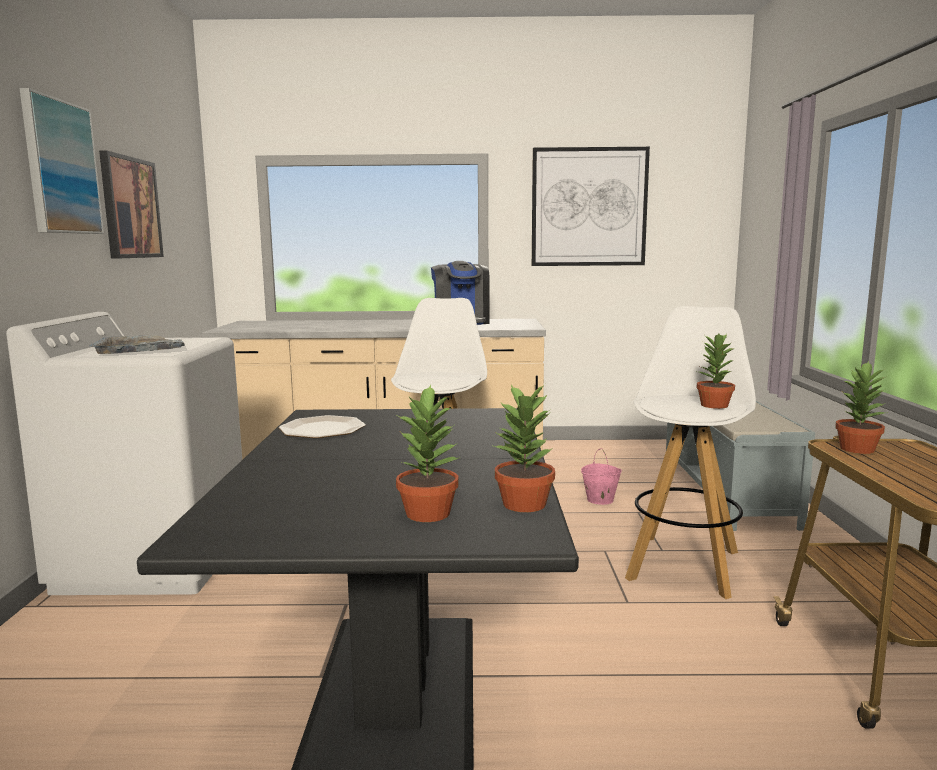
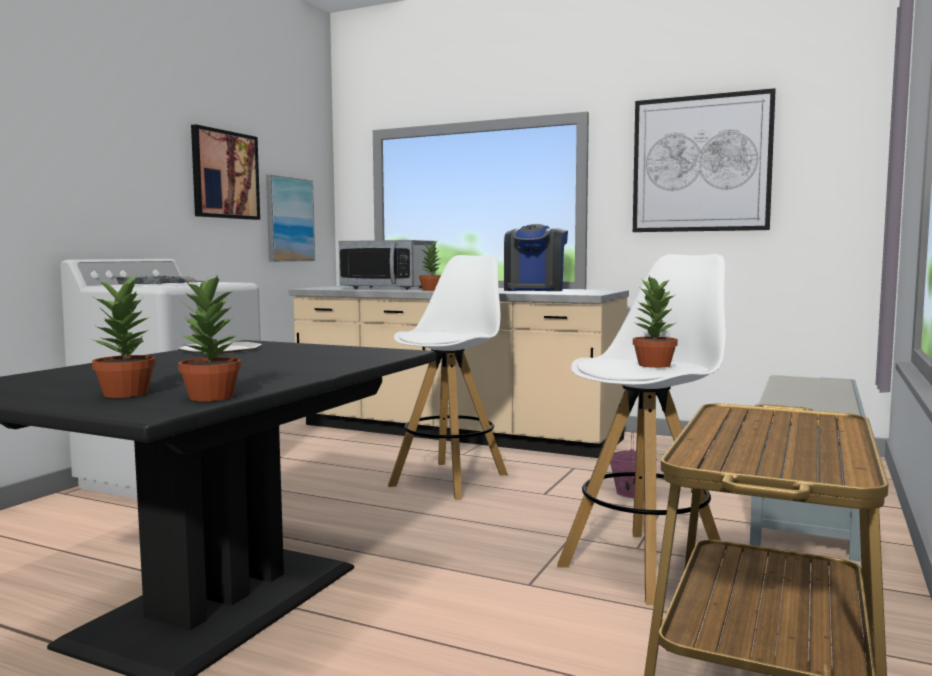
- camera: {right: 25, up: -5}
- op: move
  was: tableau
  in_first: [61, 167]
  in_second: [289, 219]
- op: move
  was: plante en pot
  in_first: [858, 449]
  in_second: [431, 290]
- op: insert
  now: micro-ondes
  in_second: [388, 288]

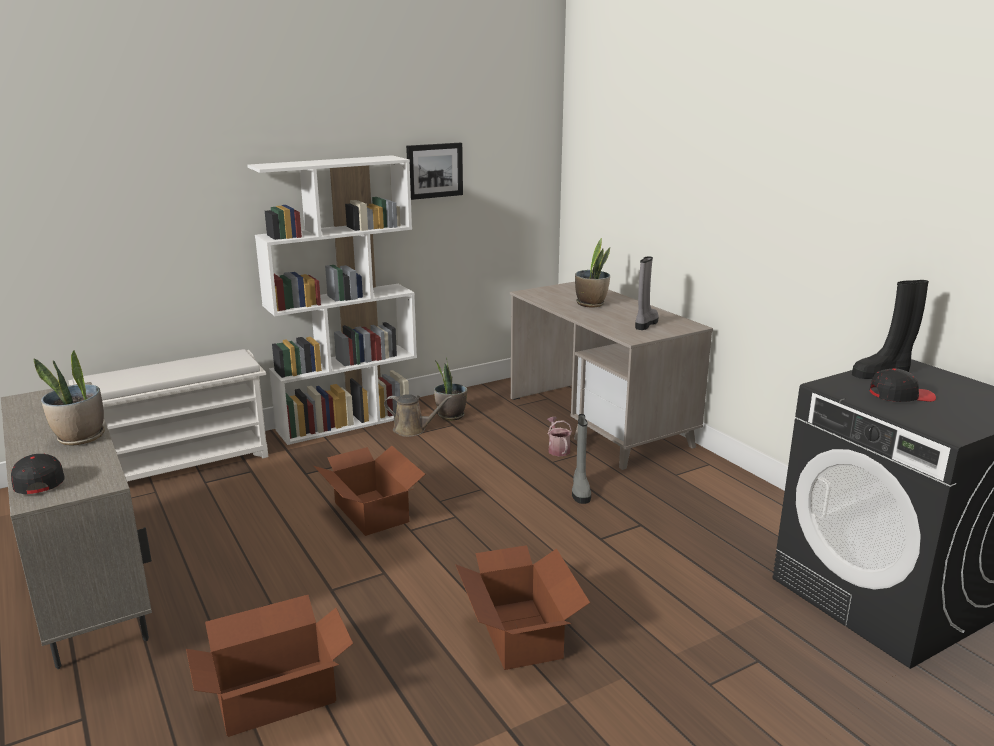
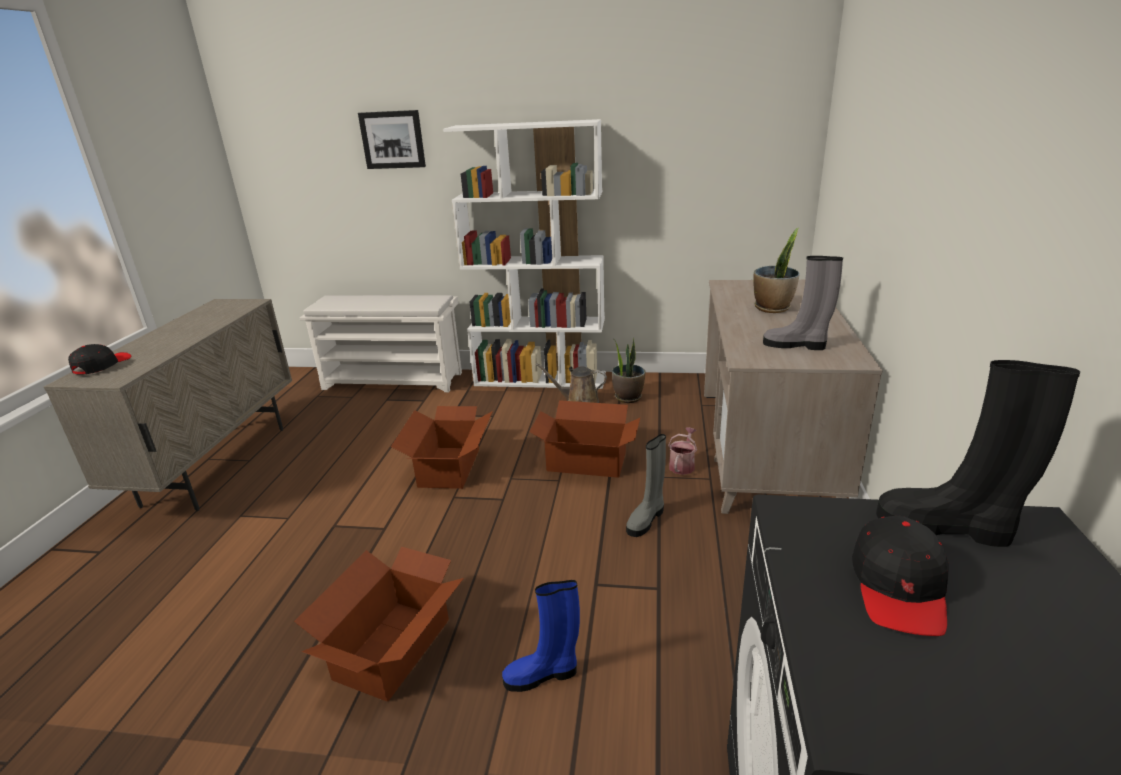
- camera: {right: 40, up: 5}
- op: delete
  was: plante en pot
  in_first: [80, 438]
- op: move
  was: carton
  in_first: [274, 696]
  in_second: [586, 461]
- op: rotate
  was: arrosoir (marron)
  in_first: [412, 430]
  in_second: [578, 401]
  clockwise: 135
- op: move
  was: tableau
  in_first: [434, 170]
  in_second: [393, 139]
- op: rotate
  was: botte (gris)
  in_first: [645, 324]
  in_second: [796, 345]
  clockwise: -135
- op: rotate
  was: casquette (noir)
  in_first: [900, 396]
  in_second: [899, 587]
  clockwise: 75
- op: insert
  now: botte (bleu)
  in_second: [543, 675]

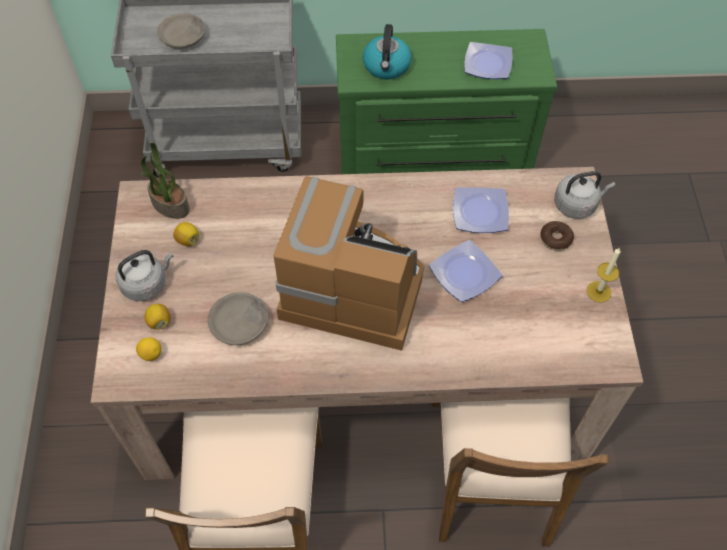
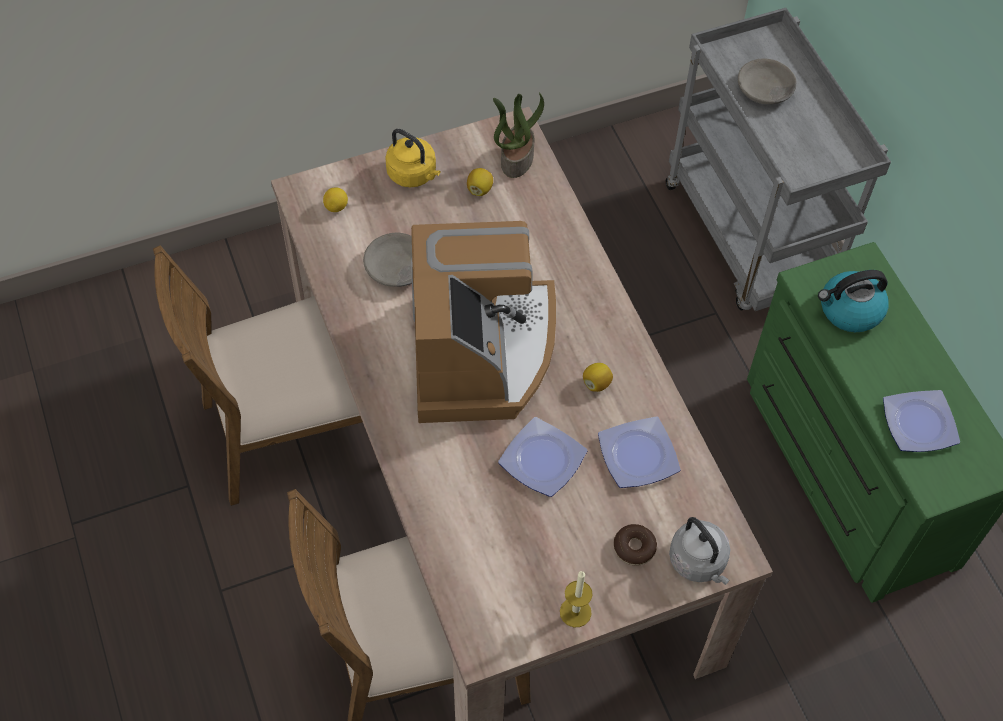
- camera: {right: 70, up: 0}
- op: recolor
  was: bouilloire (gris)
  now: bouilloire (jaune)
  in_first: [146, 284]
  in_second: [413, 174]
- op: move
  was: citron
  in_first: [159, 322]
  in_second: [596, 383]

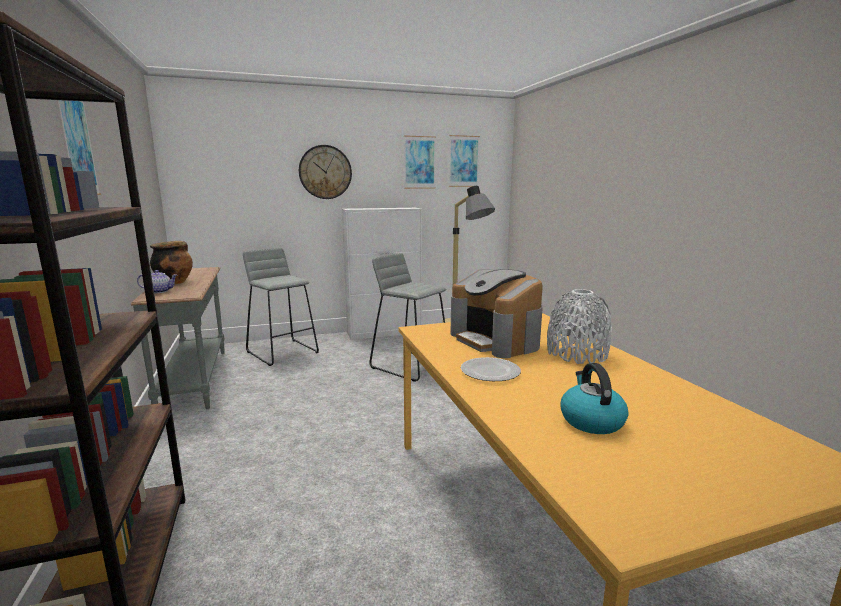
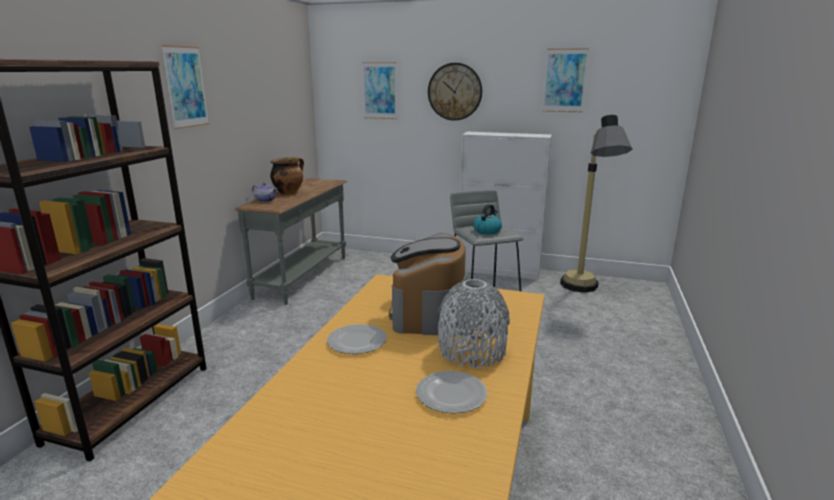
- camera: {right: 35, up: 5}
- op: delete
  was: tabouret (gris)
  in_first: [283, 352]
- op: move
  was: tableau
  in_first: [464, 161]
  in_second: [379, 90]
- op: move
  was: bouilloire
  in_first: [591, 420]
  in_second: [487, 230]
- op: insert
  now: assiette
  in_second: [450, 394]

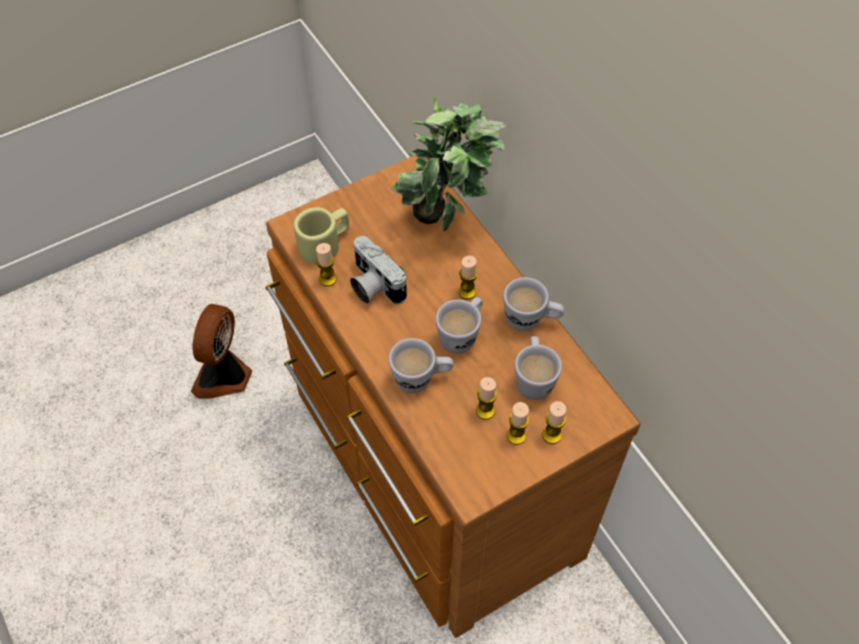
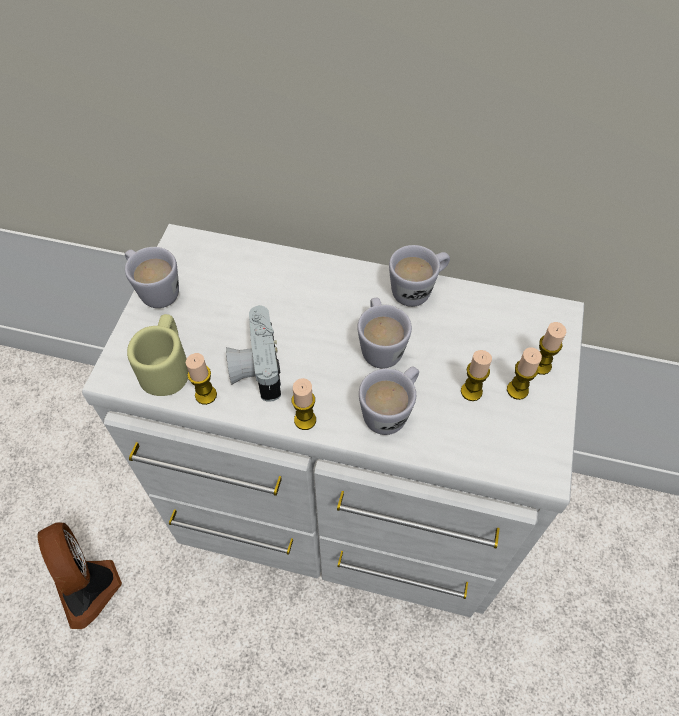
- camera: {right: -45, up: 0}
- op: recolor
  was: commode (marron)
  now: commode (blanc)
  in_first: [432, 474]
  in_second: [342, 510]
- op: rotate
  was: appareil photo
  in_first: [373, 285]
  in_second: [255, 366]
  clockwise: 75
- op: delete
  was: plante en pot
  in_first: [446, 224]
- op: move
  was: bougie
  in_first: [467, 292]
  in_second: [305, 420]
- op: move
  was: mug (blanc)
  in_first: [533, 378]
  in_second: [155, 290]

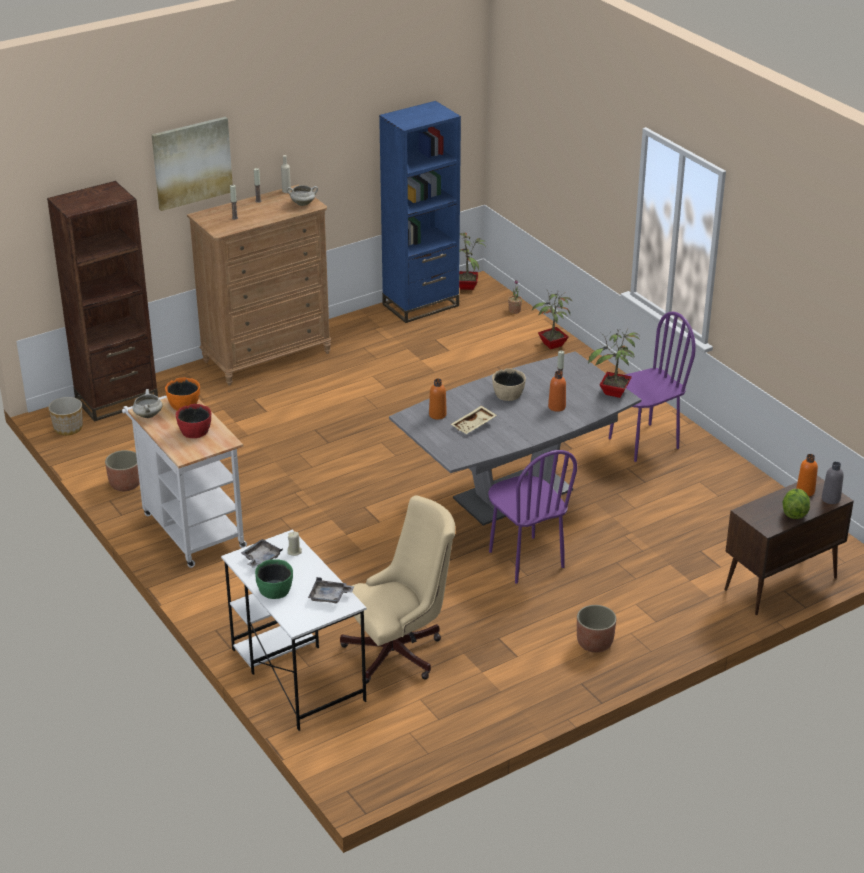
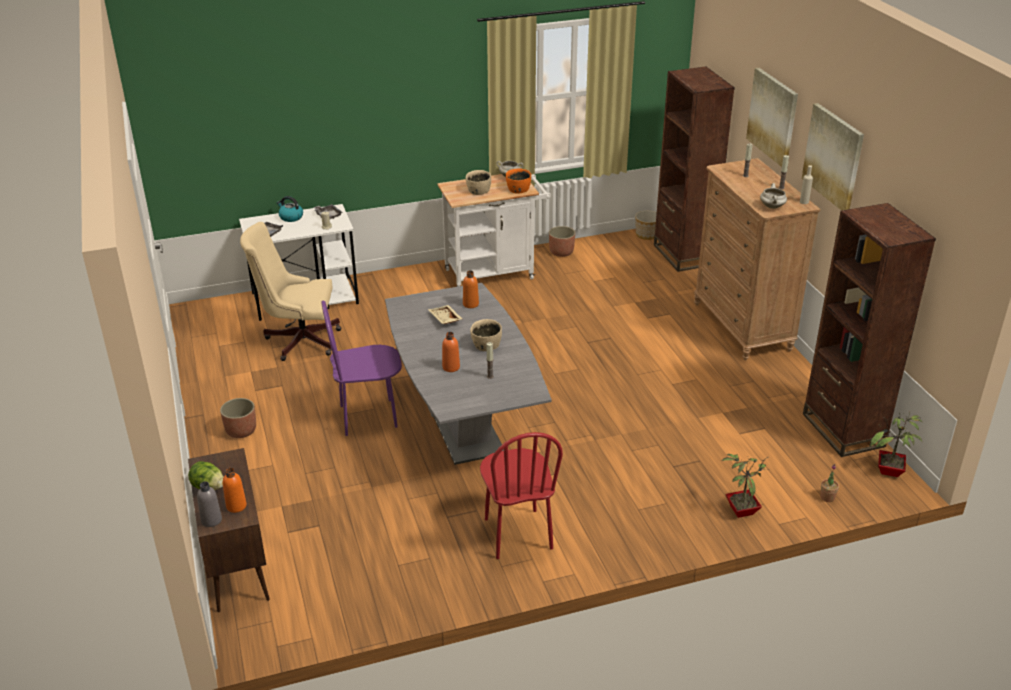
- camera: {right: 105, up: 0}
- op: recolor
  was: bol (rouge)
  now: bol (beige)
  in_first: [195, 431]
  in_second: [478, 191]
- op: replace
  was: bol (vert)
  now: bouilloire
  in_first: [275, 590]
  in_second: [290, 217]
- op: rotate
  was: chaise de bureau (beige)
  in_first: [400, 652]
  in_second: [298, 340]
  clockwise: 105
- op: recolor
  was: bibliothèque (bleu)
  now: bibliothèque (marron)
  in_first: [421, 305]
  in_second: [843, 430]
- op: delete
  was: plante en pot
  in_first: [614, 393]
- op: recolor
  was: chaise (violet)
  now: chaise (rouge)
  in_first: [643, 443]
  in_second: [517, 534]
- op: insert
  now: tableau
  in_second: [833, 157]

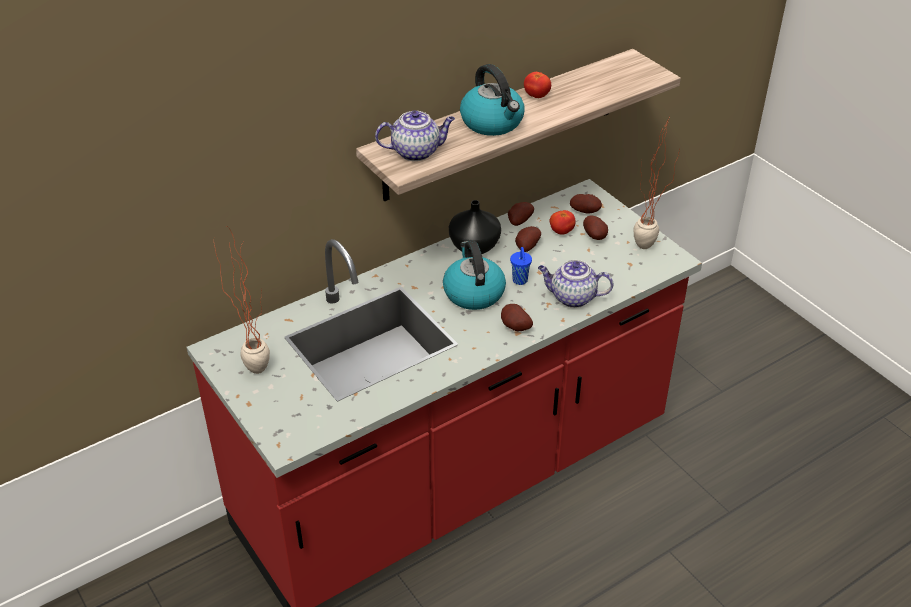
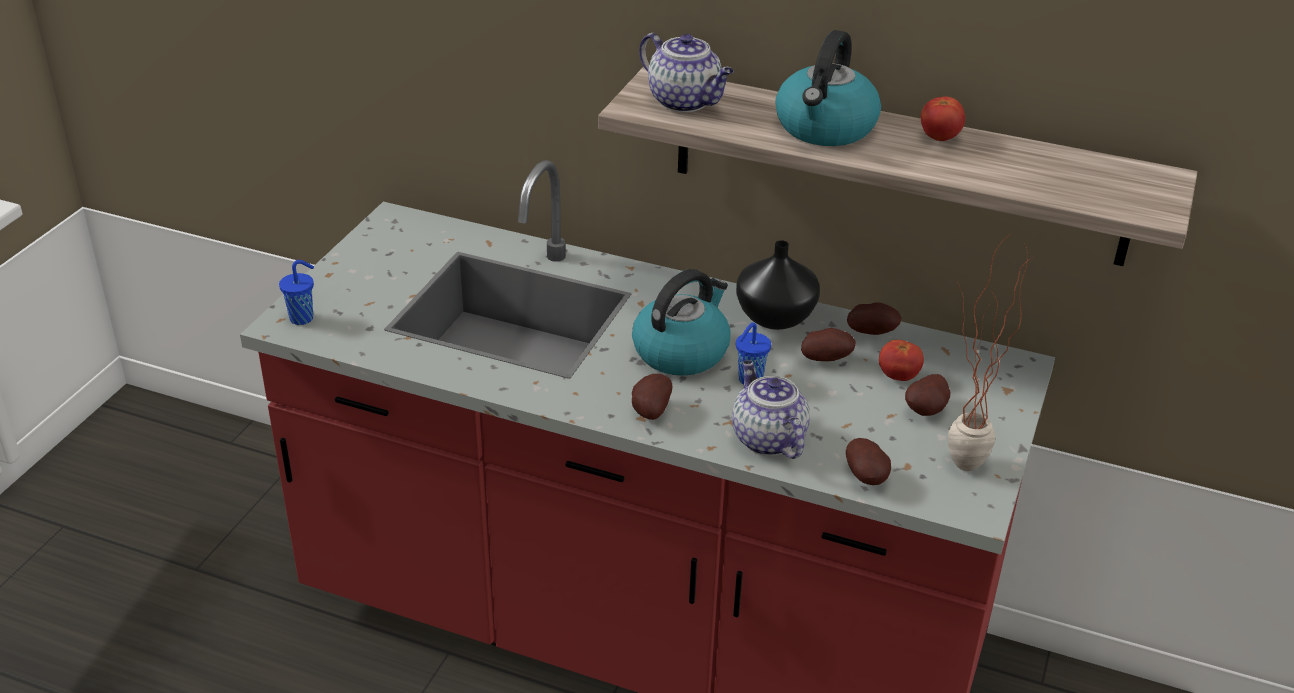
- camera: {right: 55, up: -5}
- op: delete
  was: plante en pot
  in_first: [254, 364]
- op: move
  was: pomme de terre
  in_first: [586, 211]
  in_second: [867, 478]
- op: insert
  now: tasse (bleu)
  in_second: [303, 318]

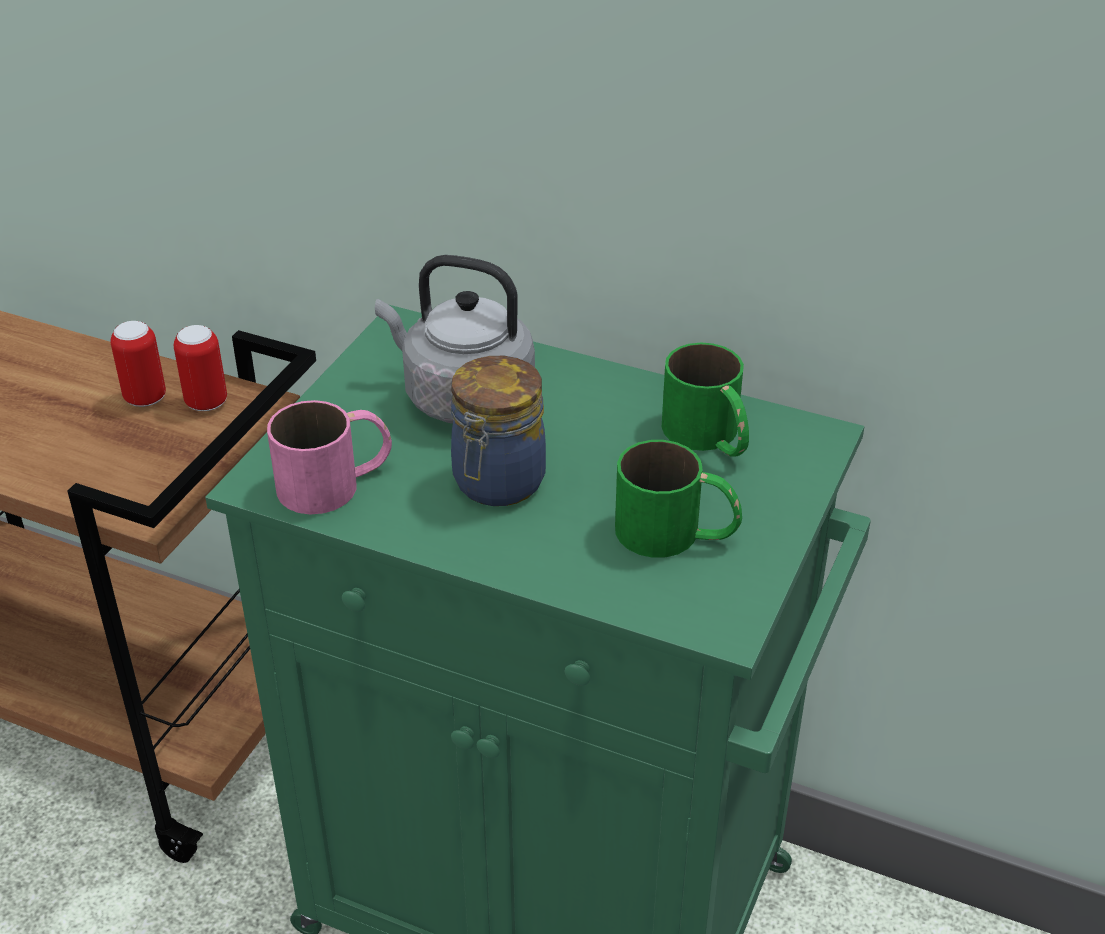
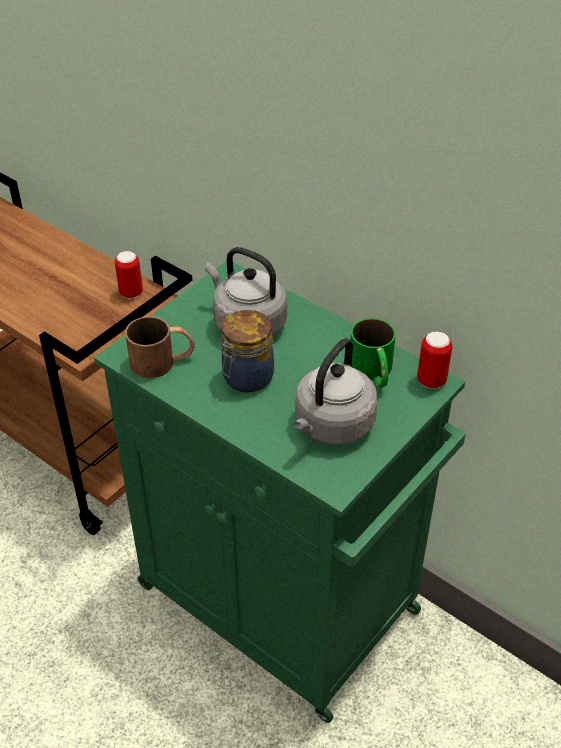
- camera: {right: 15, up: 5}
- op: move
  was: boîte métallique
  in_first: [145, 398]
  in_second: [431, 381]
- op: recolor
  was: mug (rose)
  now: mug (marron)
  in_first: [336, 482]
  in_second: [163, 361]
- op: replace
  was: mug (vert)
  now: bouilloire (gris)
  in_first: [677, 533]
  in_second: [332, 426]

